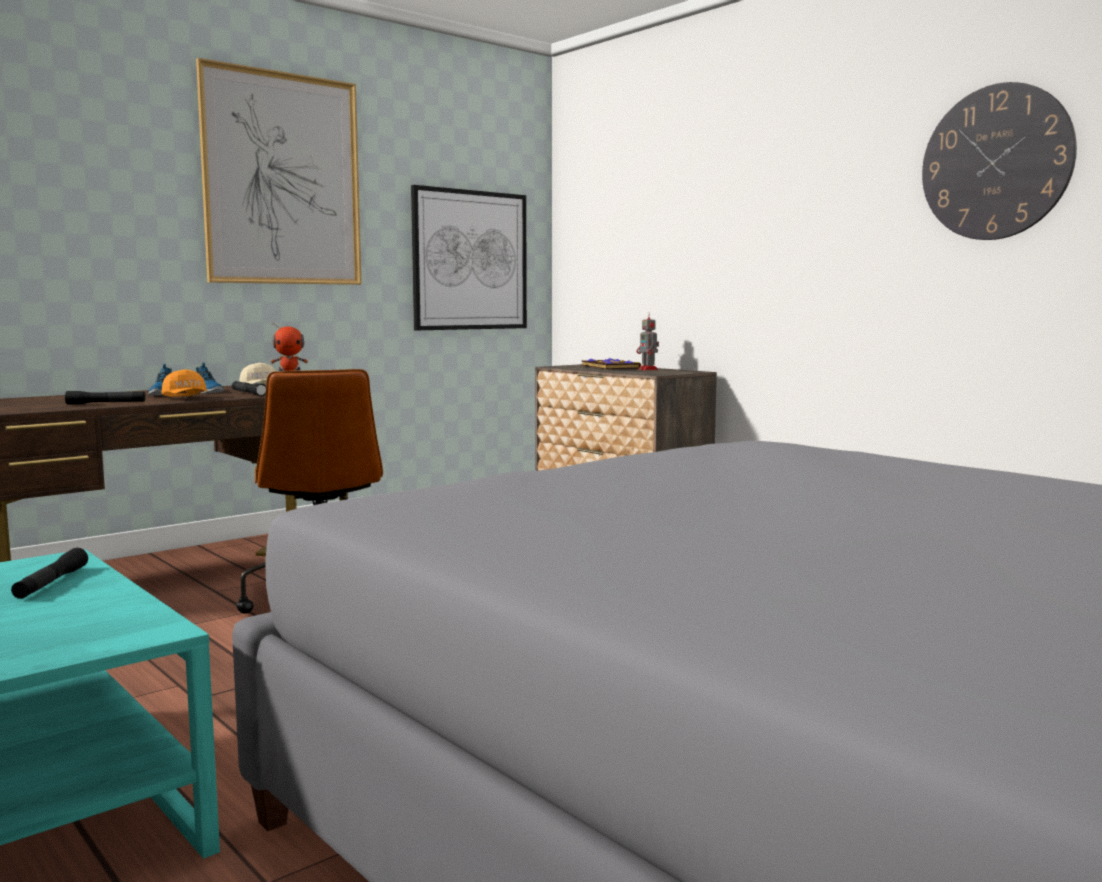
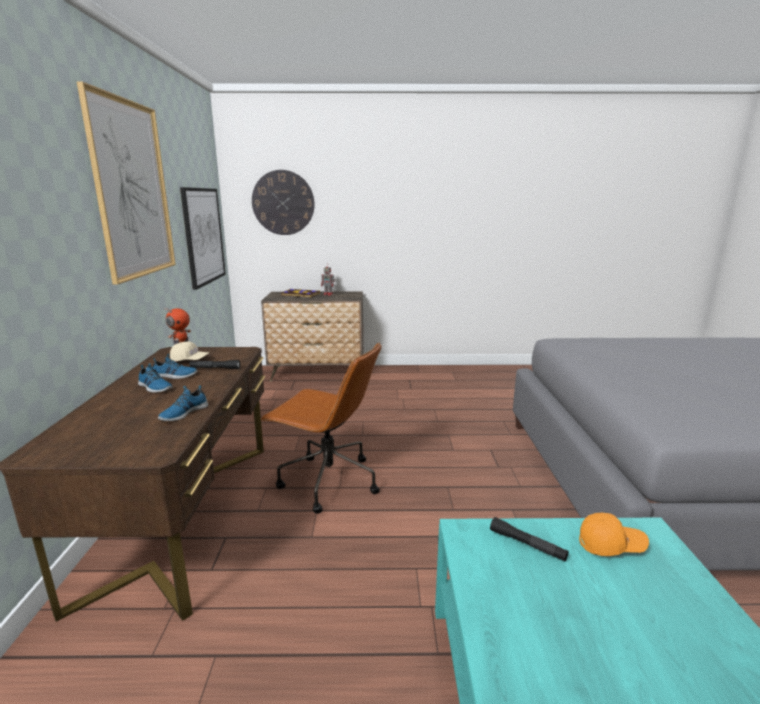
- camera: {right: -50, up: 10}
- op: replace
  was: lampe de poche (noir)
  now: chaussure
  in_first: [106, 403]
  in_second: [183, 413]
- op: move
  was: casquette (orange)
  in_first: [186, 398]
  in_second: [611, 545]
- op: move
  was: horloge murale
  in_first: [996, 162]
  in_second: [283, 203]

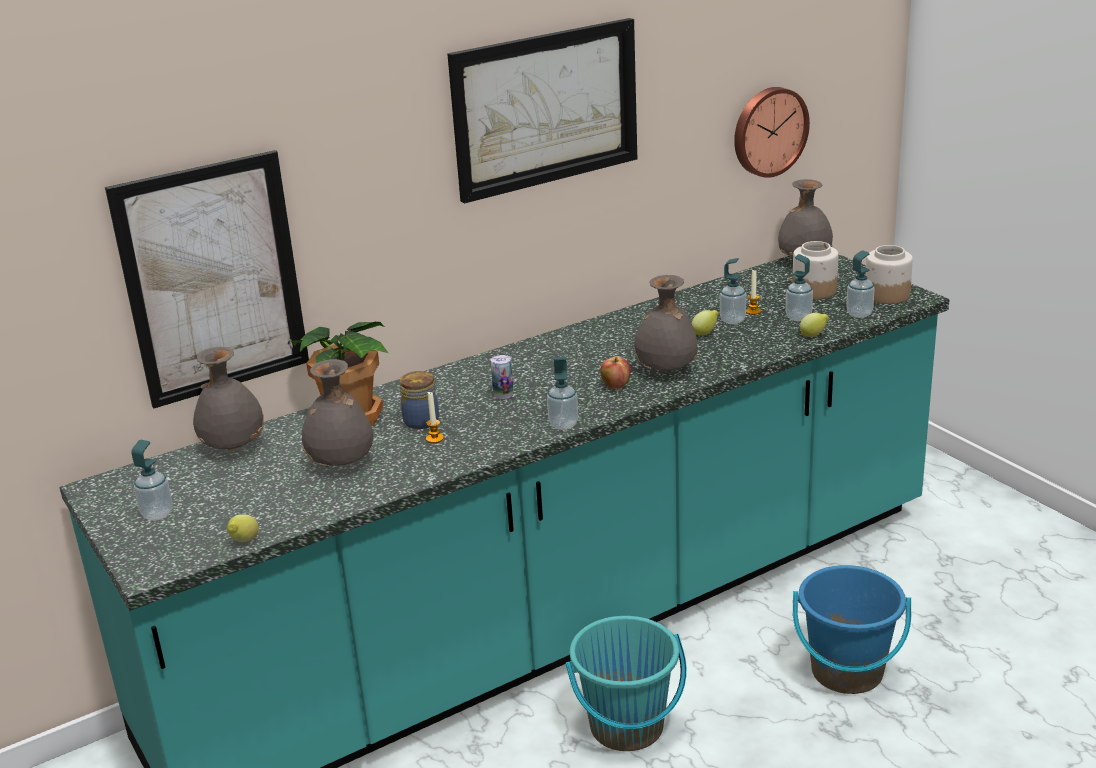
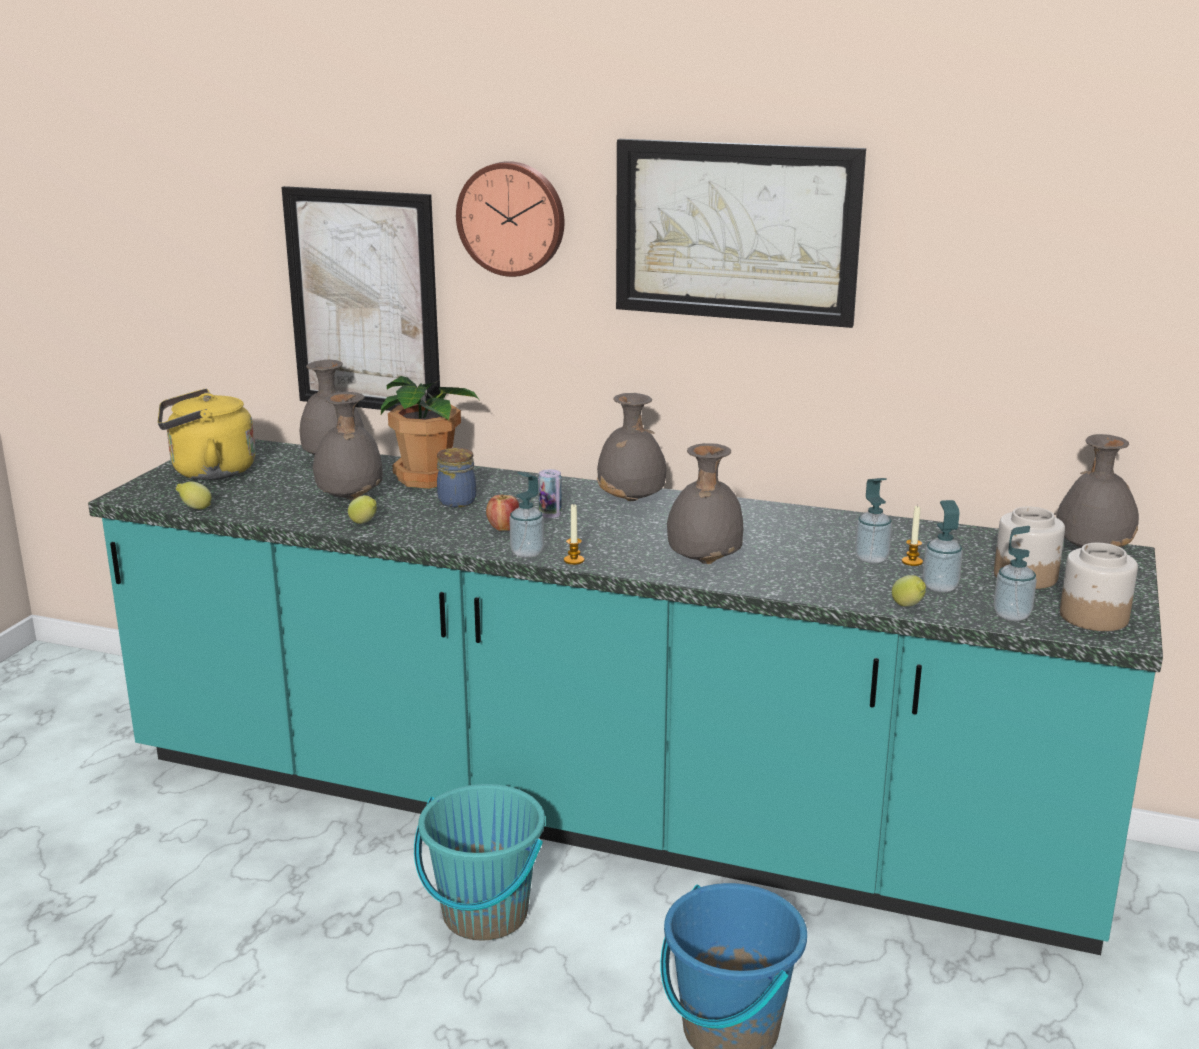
- camera: {right: 50, up: -5}
- op: replace
  was: distributeur de savon
  now: bouilloire (jaune)
  in_first: [157, 514]
  in_second: [208, 472]
- op: move
  was: bougie
  in_first: [434, 439]
  in_second: [574, 560]
- op: move
  was: pomme
  in_first: [615, 386]
  in_second: [504, 528]
- op: move
  was: citron
  in_first: [705, 333]
  in_second: [364, 523]
- op: move
  was: horloge murale
  in_first: [768, 131]
  in_second: [512, 218]
- op: insert
  now: vase (gris)
  in_second: [632, 501]

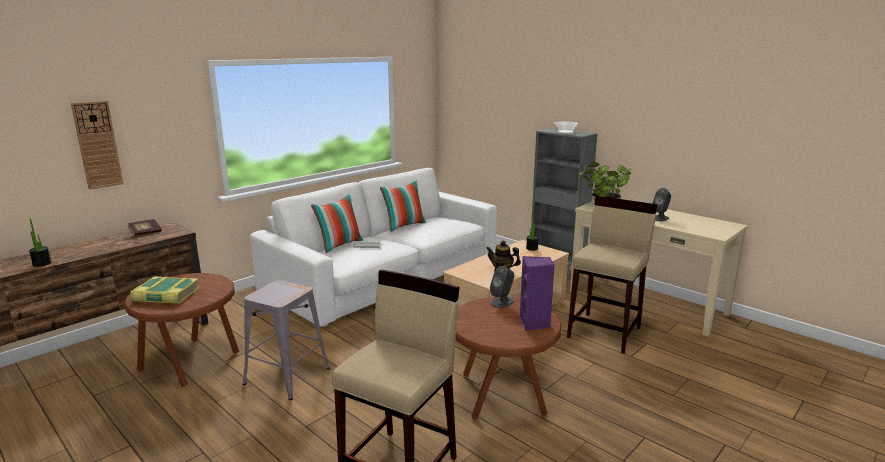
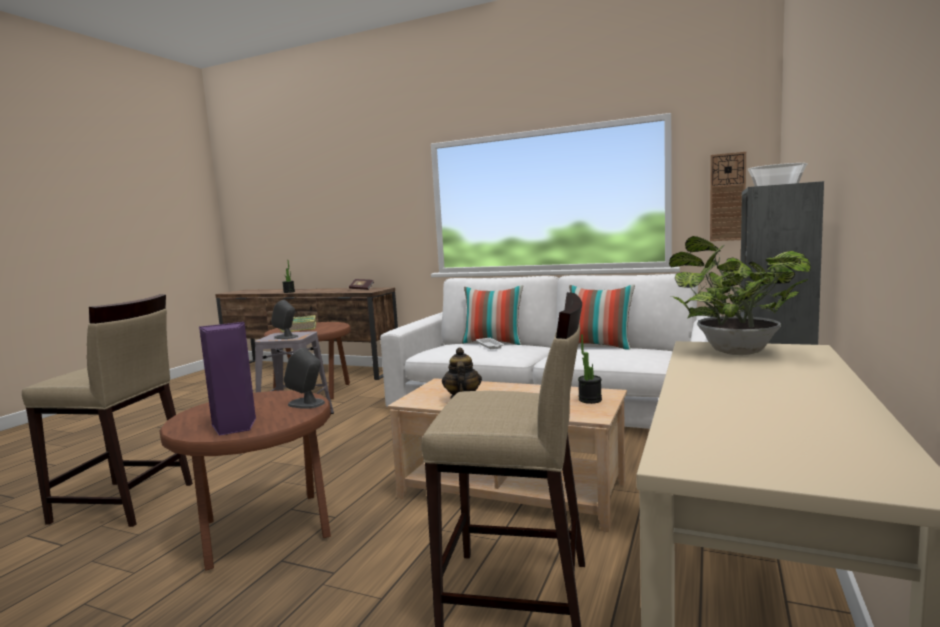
- camera: {right: 70, up: -10}
- op: move
  was: horloge murale
  in_first: [97, 145]
  in_second: [727, 197]
- op: move
  was: enceinte (gris)
  in_first: [660, 218]
  in_second: [286, 337]

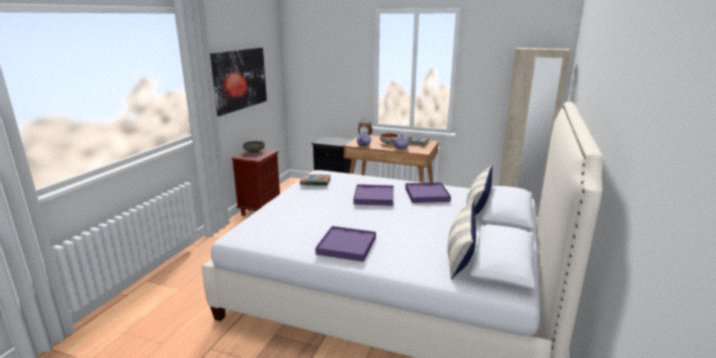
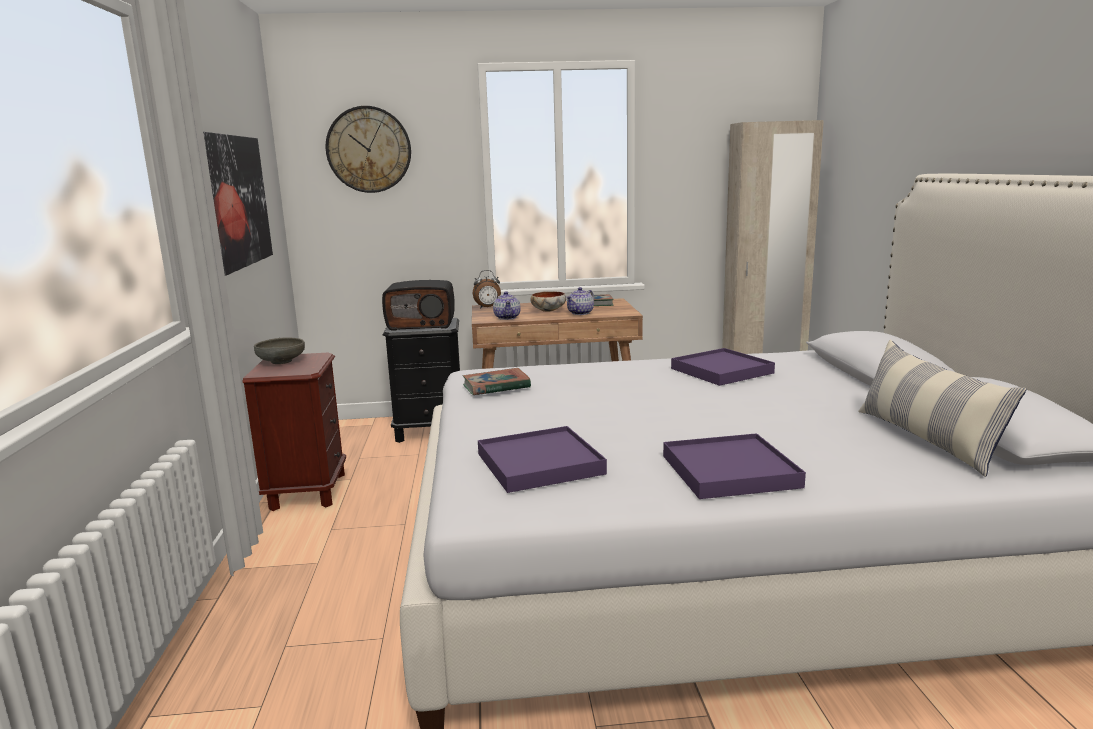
- camera: {right: -25, up: -5}
- op: move
  was: plateau (violet)
  in_first: [374, 197]
  in_second: [539, 464]
- op: delete
  was: coussin
  in_first: [477, 206]
- op: insert
  now: horloge murale
  in_second: [369, 150]
- op: insert
  now: radio
  in_second: [422, 324]

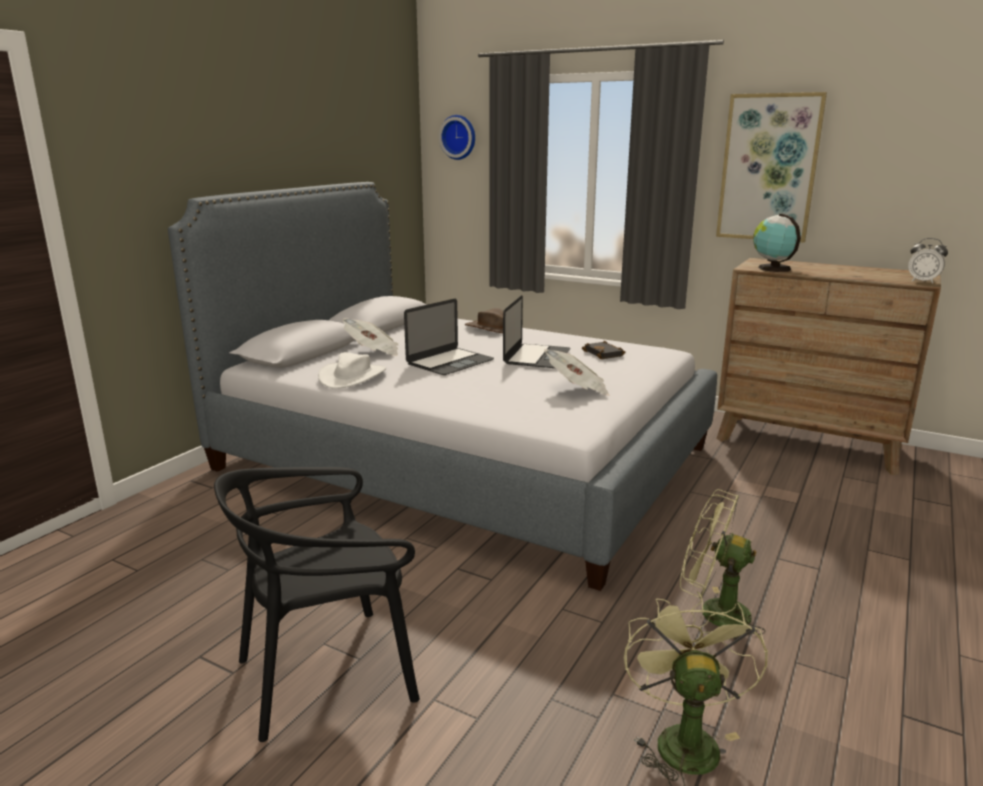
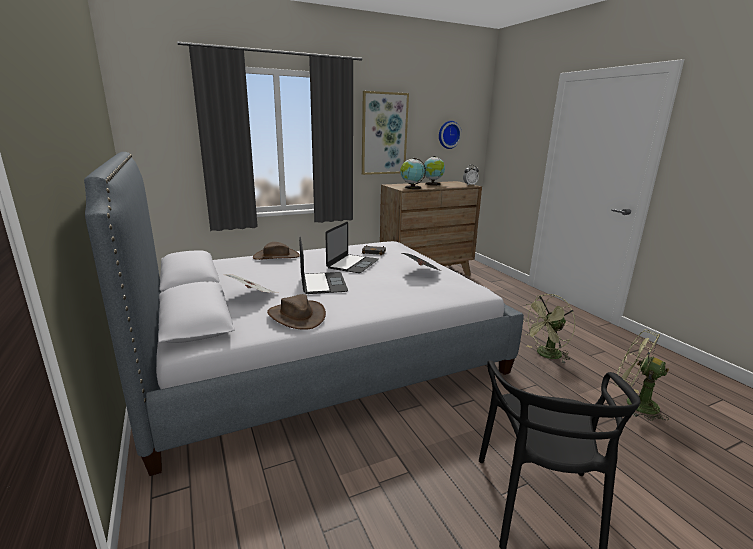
- camera: {right: -55, up: 0}
- op: recolor
  was: chapeau (blanc)
  now: chapeau (marron)
  in_first: [352, 376]
  in_second: [296, 316]
- op: move
  was: horloge murale
  in_first: [459, 137]
  in_second: [448, 134]
- op: rotate
  was: ordinateur portable
  in_first: [537, 356]
  in_second: [353, 264]
  clockwise: 60
- op: insert
  now: globe
  in_second: [432, 184]

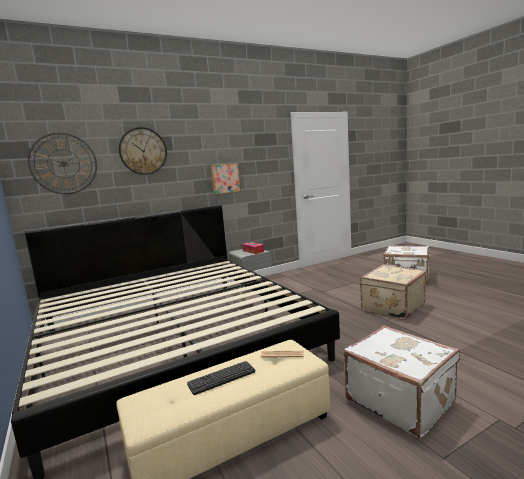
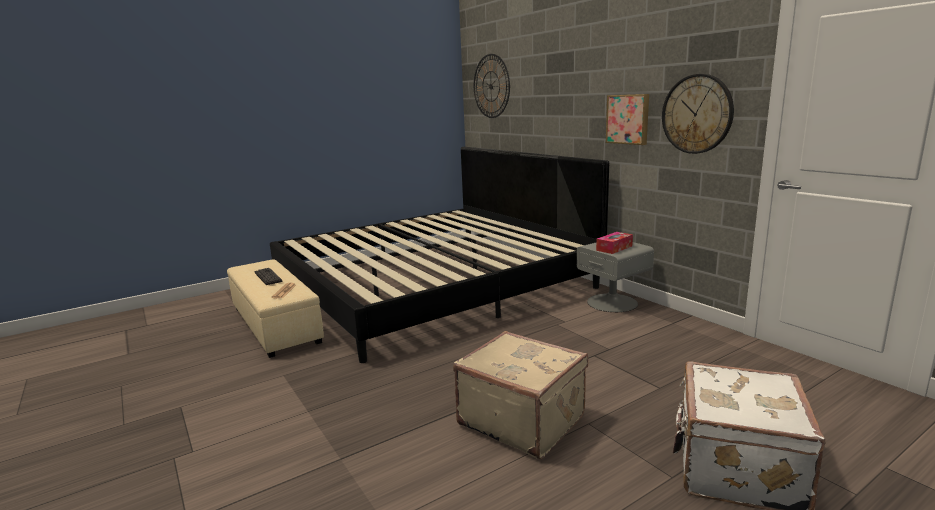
- camera: {right: 85, up: 5}
- op: move
  was: horloge murale
  in_first: [143, 151]
  in_second: [697, 114]
- op: delete
  was: valise (blanc)
  in_first: [400, 400]

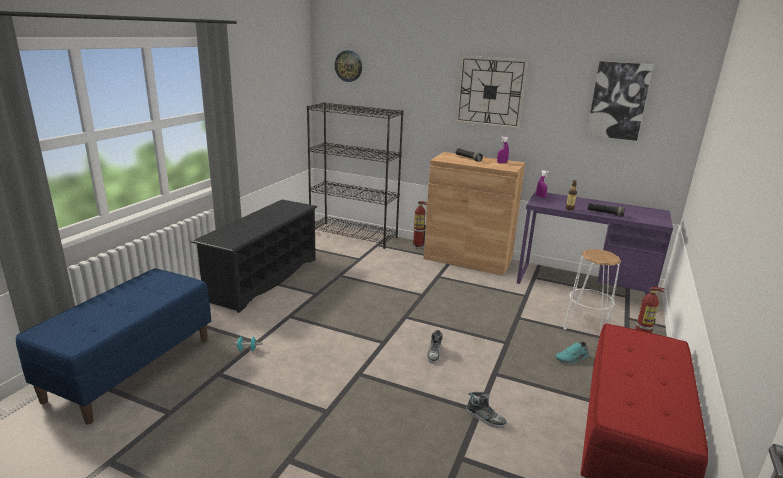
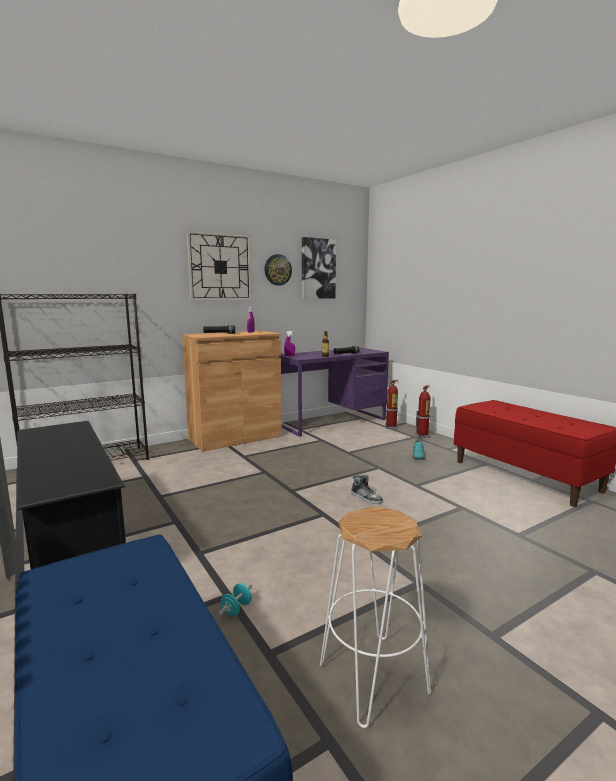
- camera: {right: -55, up: -10}
- op: move
  was: horloge murale
  in_first: [348, 66]
  in_second: [277, 270]
- op: move
  was: extincteur
  in_first: [418, 246]
  in_second: [391, 427]
- op: delete
  was: chaussure
  in_first: [485, 418]
- op: move
  was: tabouret (blanc)
  in_first: [586, 326]
  in_second: [372, 678]

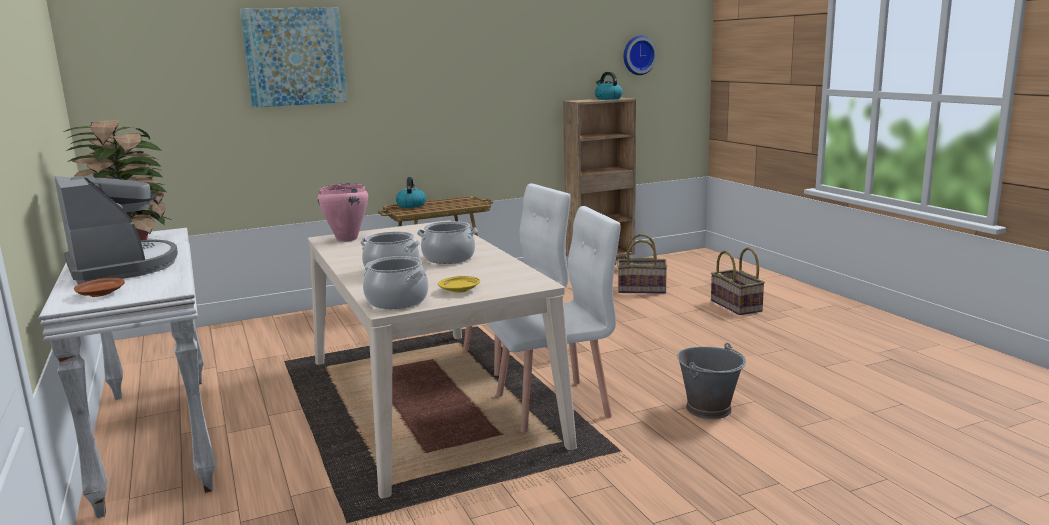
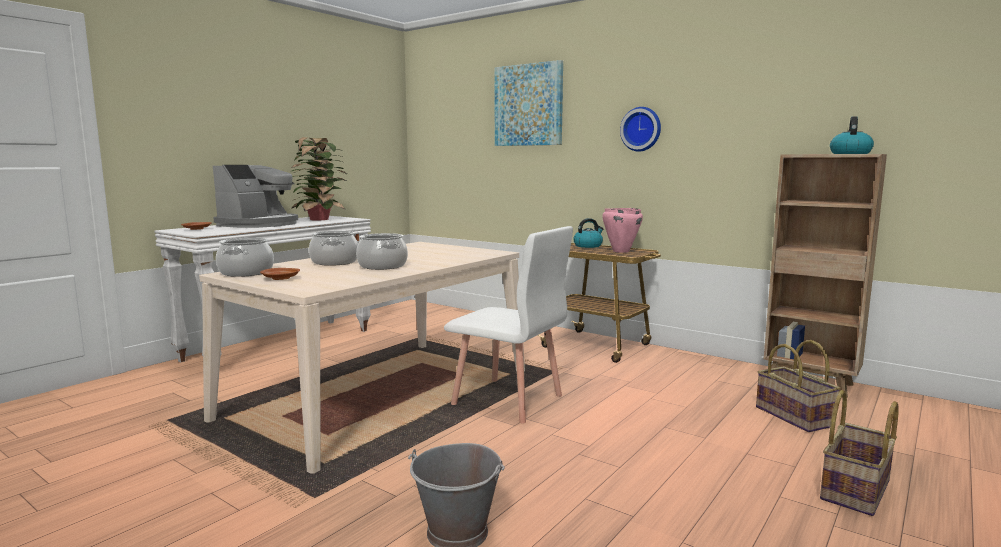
- camera: {right: 60, up: -5}
- op: move
  was: marmite (rose)
  in_first: [346, 239]
  in_second: [620, 251]
- op: recolor
  was: assiette (jaune)
  now: assiette (marron)
  in_first: [460, 290]
  in_second: [281, 279]
- op: delete
  was: chaise (blanc)
  in_first: [553, 406]
- op: move
  was: horloge murale
  in_first: [638, 55]
  in_second: [641, 129]

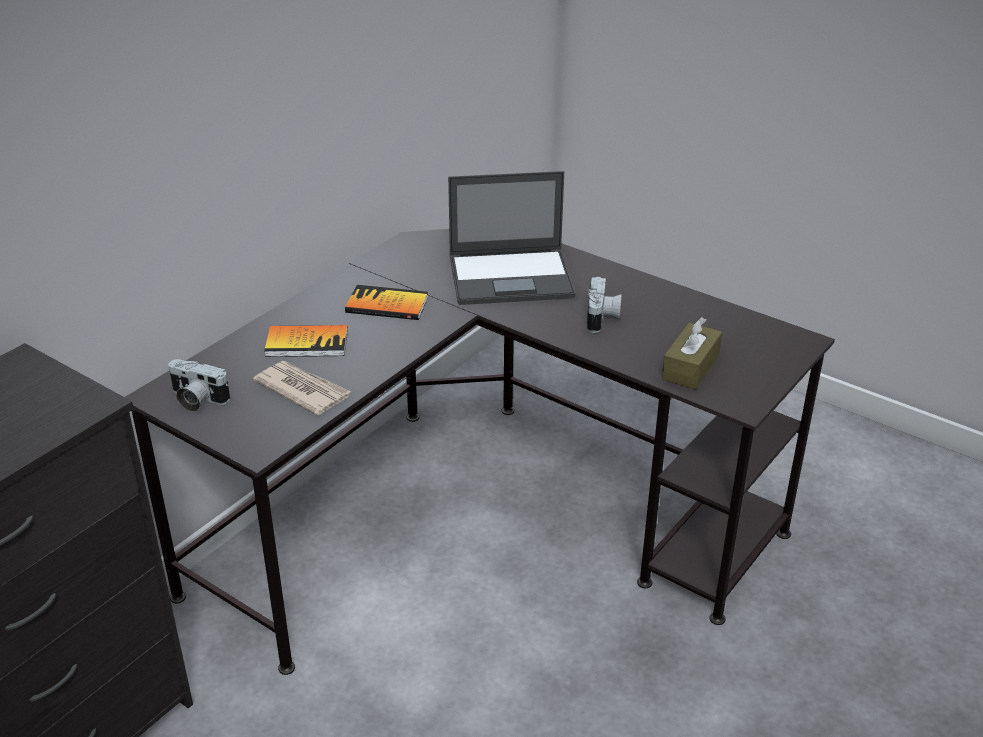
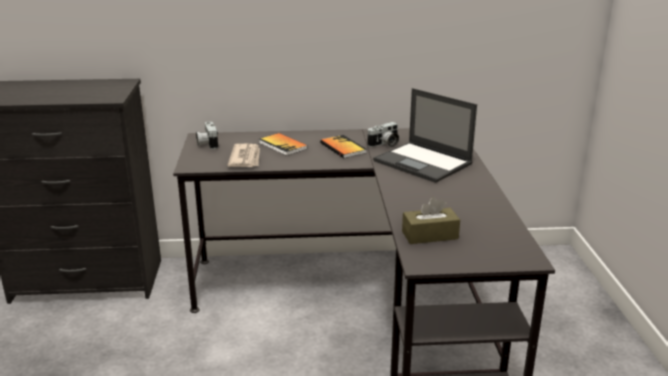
- camera: {right: 50, up: -10}
- op: move
  was: appareil photo
  in_first: [603, 318]
  in_second: [385, 144]

